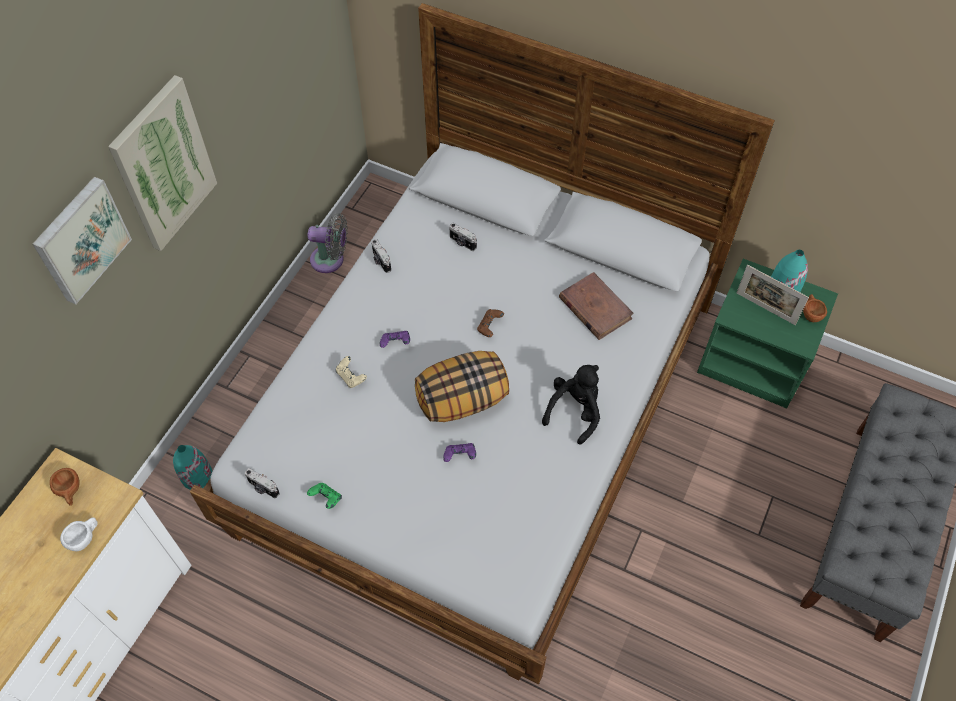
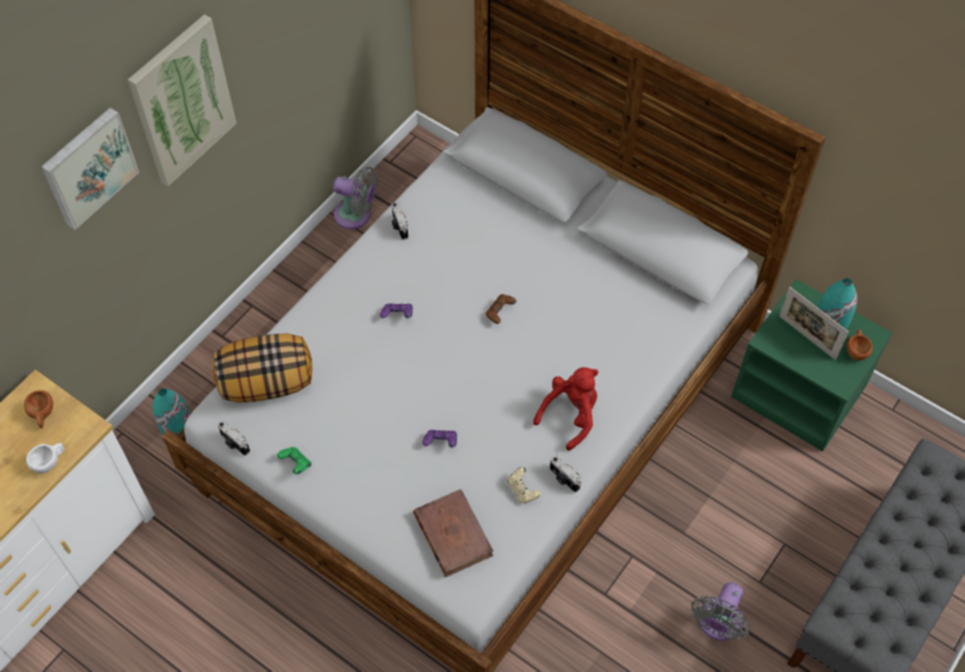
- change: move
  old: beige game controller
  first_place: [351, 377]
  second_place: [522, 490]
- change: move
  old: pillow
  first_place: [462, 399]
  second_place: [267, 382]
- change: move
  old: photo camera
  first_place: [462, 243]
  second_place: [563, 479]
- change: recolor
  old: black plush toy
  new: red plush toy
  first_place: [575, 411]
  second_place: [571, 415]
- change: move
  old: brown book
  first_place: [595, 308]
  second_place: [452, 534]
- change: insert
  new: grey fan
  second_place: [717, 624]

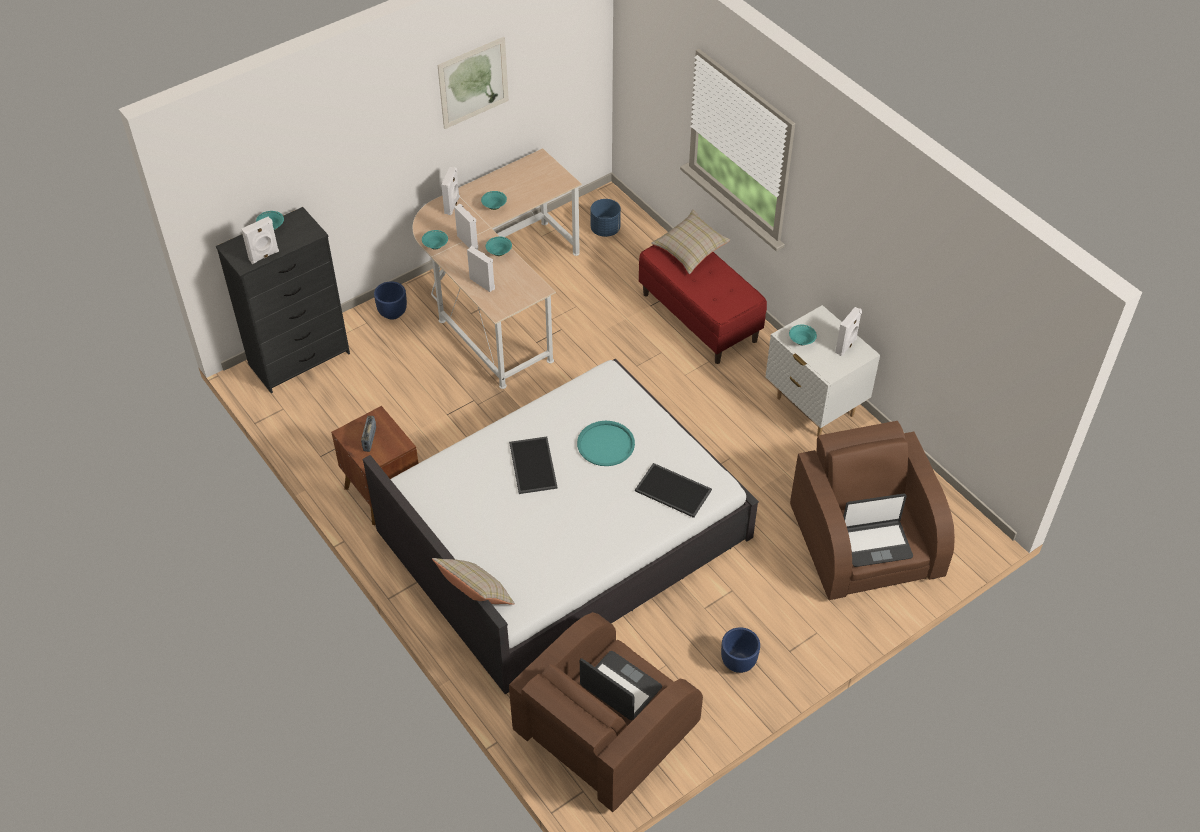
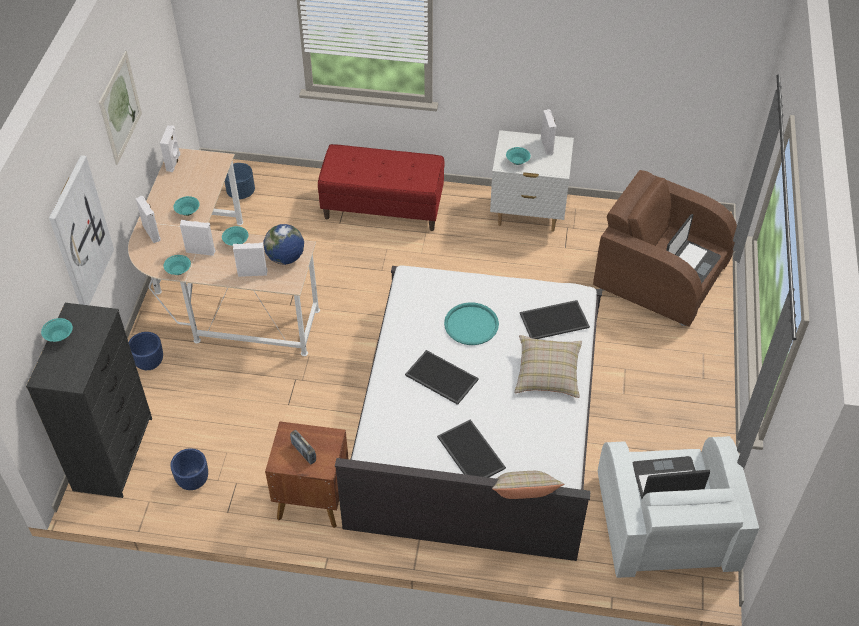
- change: move
  old: white speaker
  first_place: [264, 256]
  second_place: [174, 162]
- change: recolor
  old: brown armchair
  new: white armchair
  first_place: [605, 730]
  second_place: [665, 525]
- change: move
  old: beige pillow
  first_place: [690, 250]
  second_place: [547, 374]
- change: move
  old: blue planter
  first_place: [739, 663]
  second_place: [194, 481]
- change: insert
  new: picture
  second_place: [80, 234]
- change: insert
  new: globe
  second_place: [285, 258]
- change: insert
  new: tray
  second_place: [469, 452]

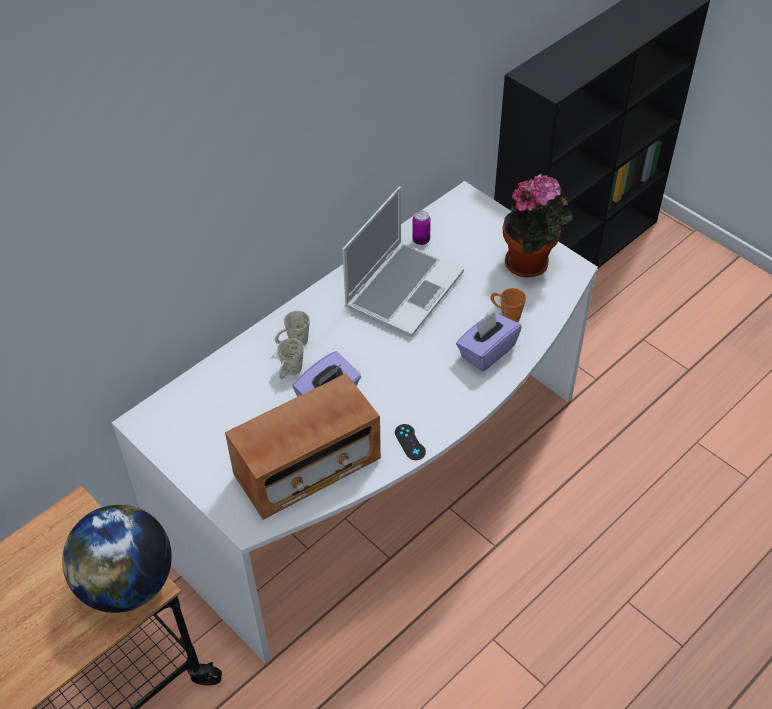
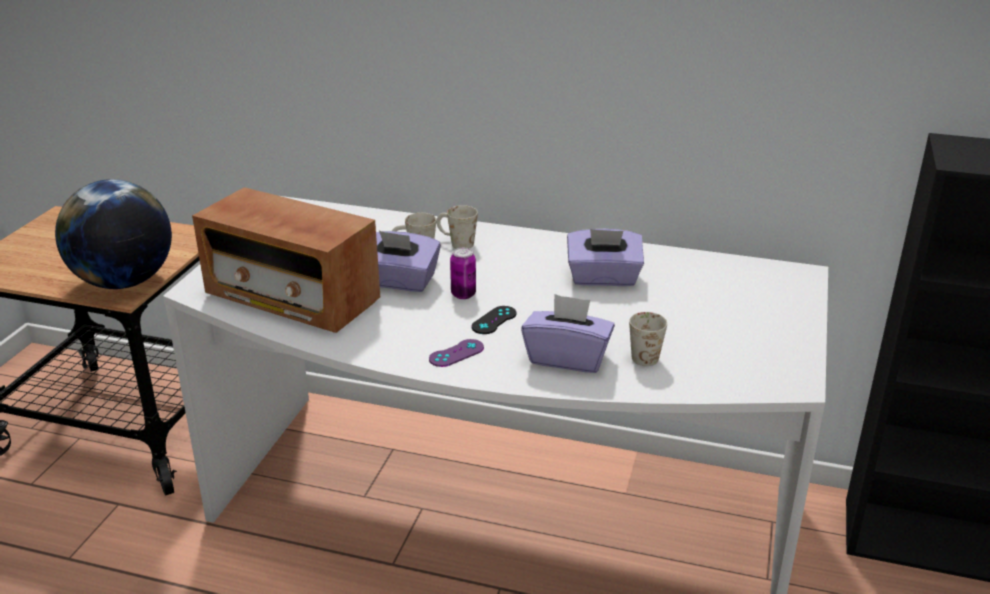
- change: replace
  old: laptop
  new: purple tissue box
  first_place: [403, 289]
  second_place: [603, 278]
- change: move
  old: black game controller
  first_place: [410, 442]
  second_place: [494, 320]
- change: move
  old: can
  first_place: [421, 240]
  second_place: [463, 294]
- change: recolor
  old: orange mug
  new: white mug
  first_place: [505, 315]
  second_place: [644, 354]
- change: delete
  old: potted plant
  first_place: [530, 264]
- change: insert
  new: purple game controller
  second_place: [456, 353]

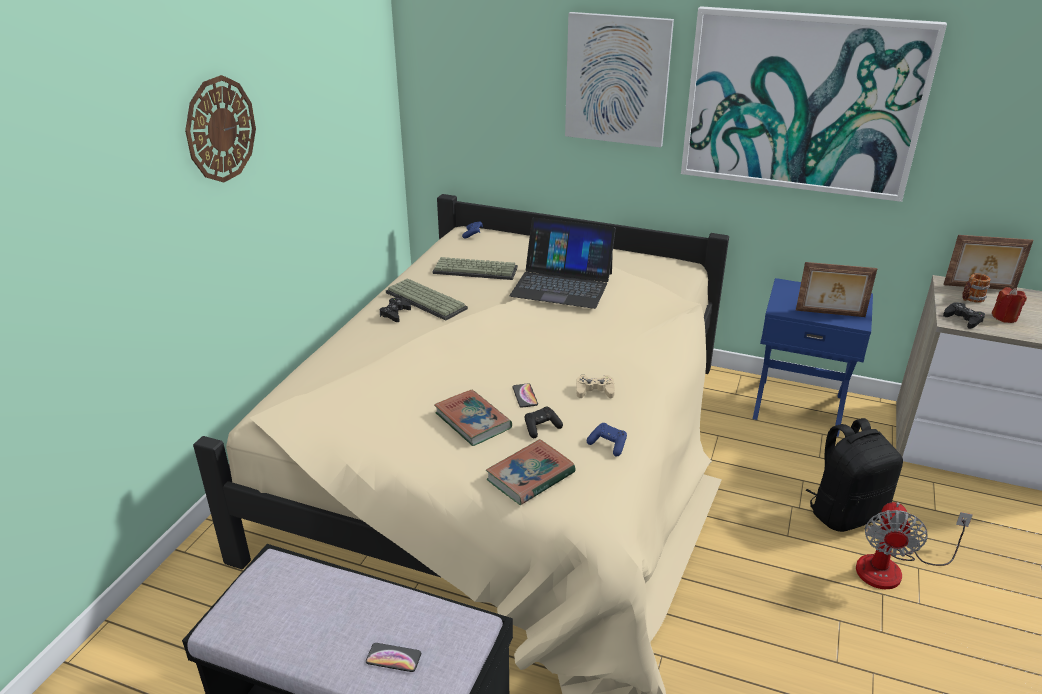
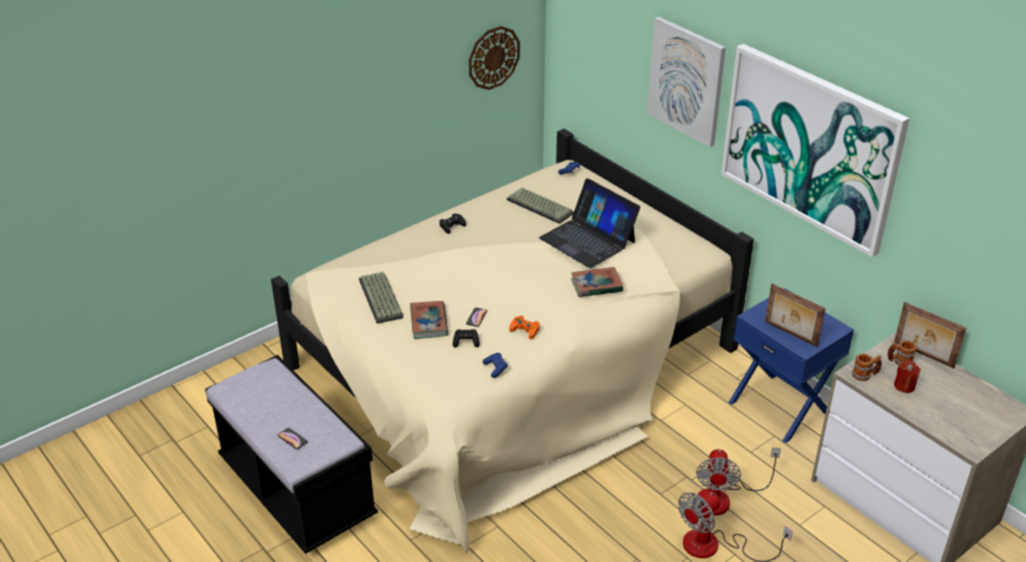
- change: move
  old: wall clock
  first_place: [220, 129]
  second_place: [493, 57]
- change: move
  old: keyboard
  first_place: [427, 300]
  second_place: [382, 298]
- change: move
  old: book
  first_place: [530, 476]
  second_place: [596, 285]
- change: recolor
  old: beige game controller
  new: orange game controller
  first_place: [594, 391]
  second_place: [525, 330]
- change: replace
  old: black backpack
  new: fan
  first_place: [845, 513]
  second_place: [723, 497]
- change: replace
  old: black game controller
  new: mug
  first_place: [963, 319]
  second_place: [865, 375]

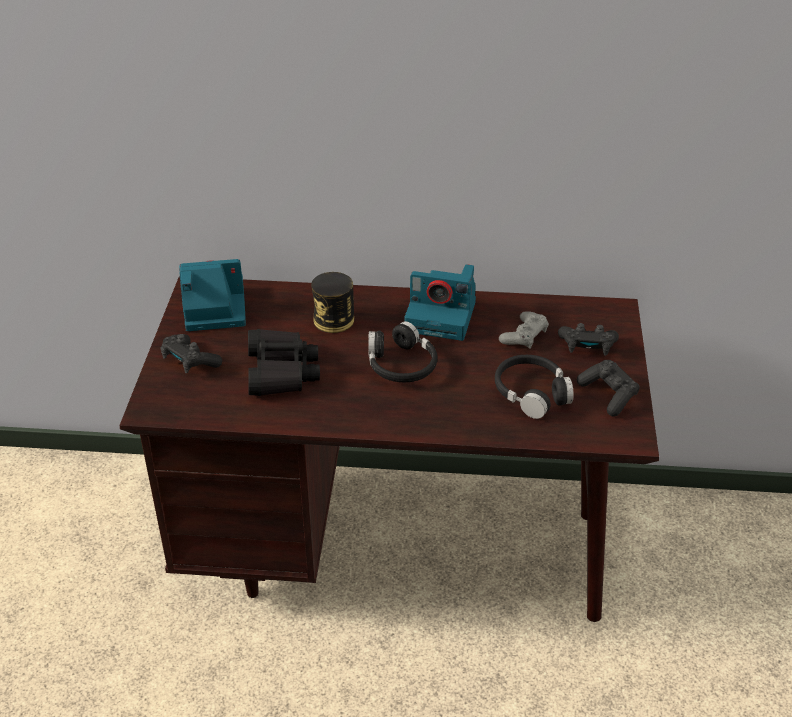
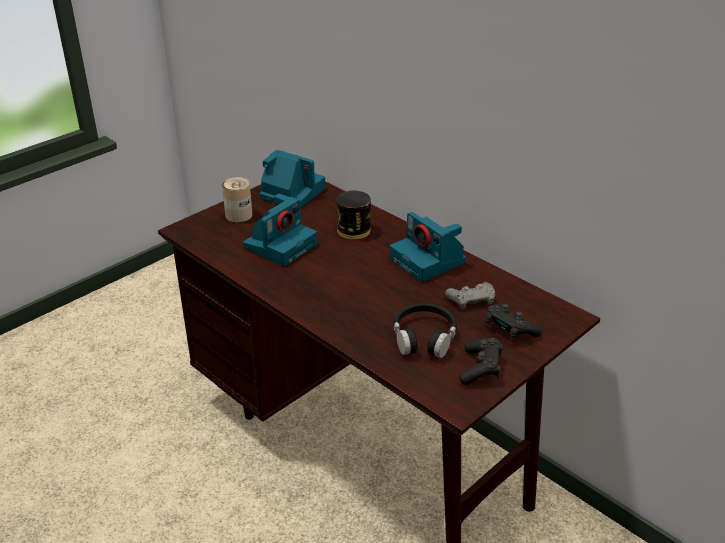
- change: replace
  old: black game controller
  new: can
  first_place: [190, 362]
  second_place: [238, 215]
- change: replace
  old: black binoculars
  new: photo camera
  first_place: [281, 372]
  second_place: [281, 245]
- change: delete
  old: black headphones
  first_place: [401, 364]

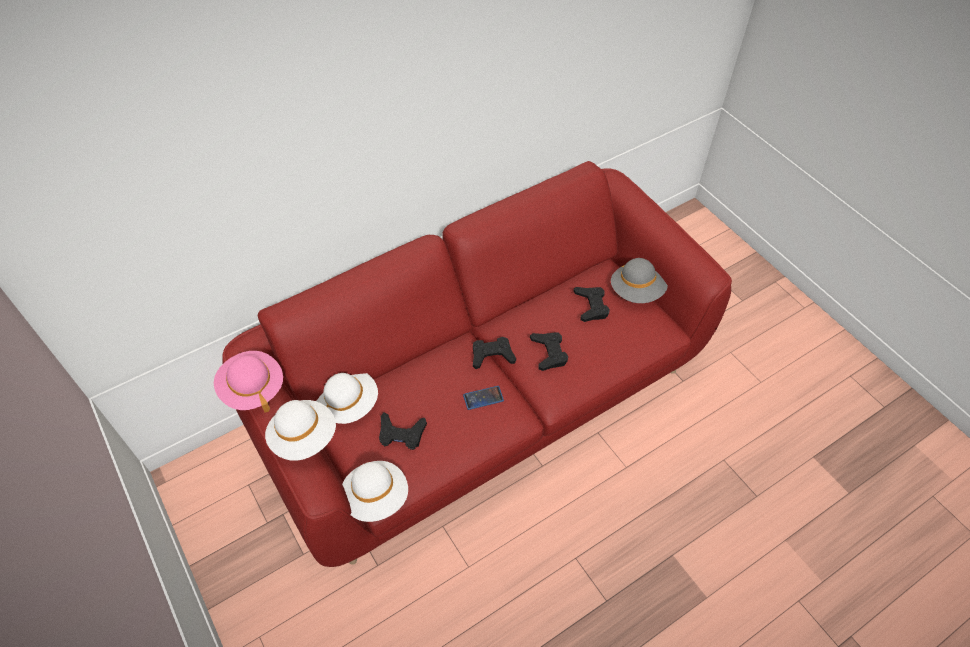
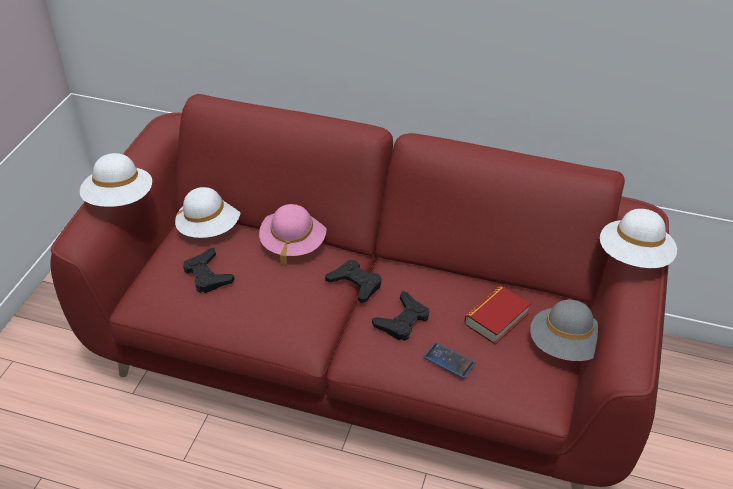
- change: move
  old: pink hat
  first_place: [252, 389]
  second_place: [293, 243]
- change: move
  old: white hat
  first_place: [376, 497]
  second_place: [634, 257]
- change: move
  old: phone
  first_place: [483, 398]
  second_place: [449, 360]
- change: replace
  old: black game controller
  new: book
  first_place: [591, 306]
  second_place: [496, 319]

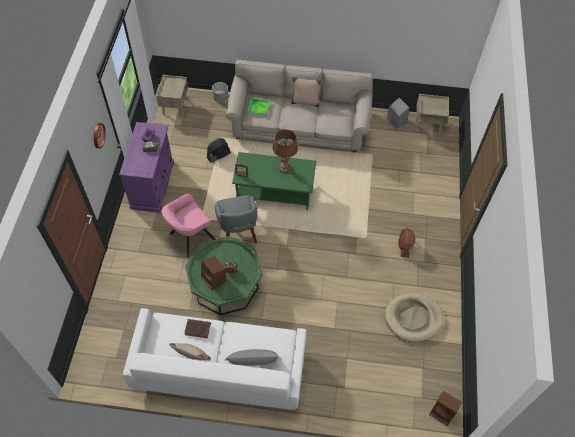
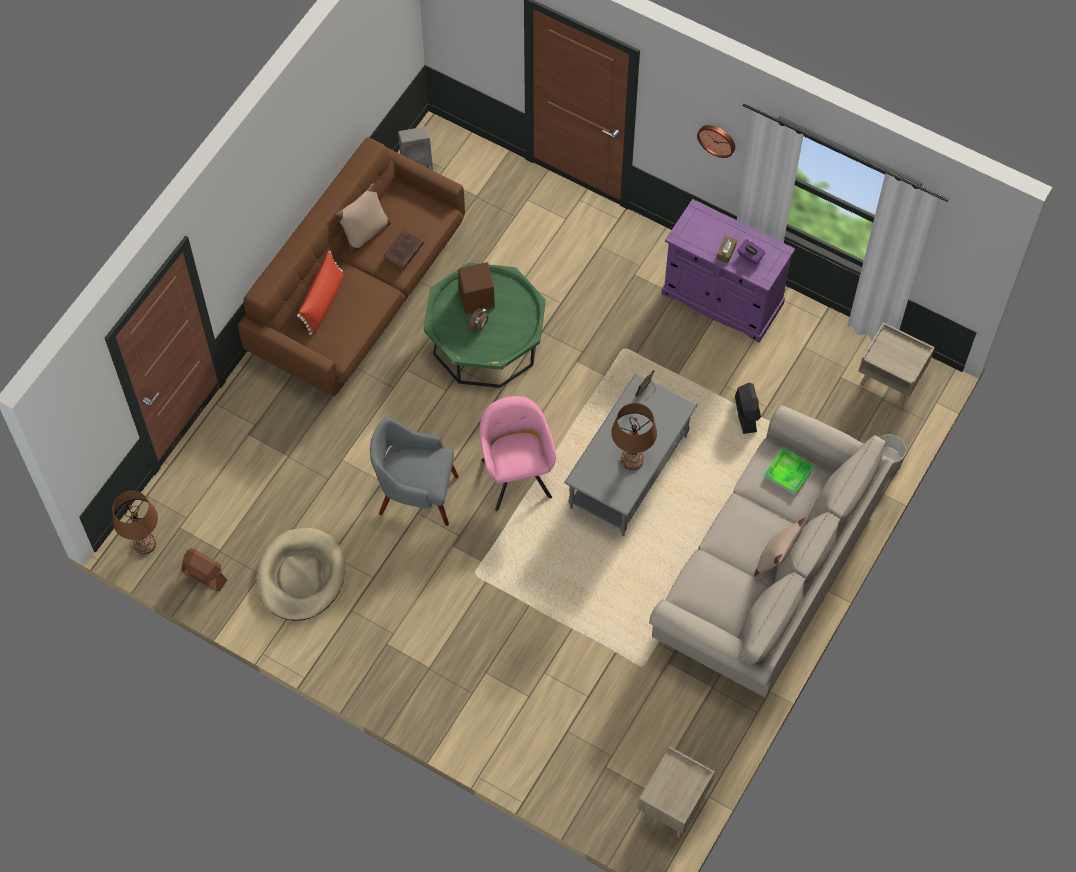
- change: recolor
  old: white sofa
  new: brown sofa
  first_place: [219, 367]
  second_place: [360, 292]
- change: move
  old: pink armchair
  first_place: [190, 238]
  second_place: [516, 474]
- change: move
  old: grey armchair
  first_place: [238, 231]
  second_place: [415, 494]
- change: recolor
  old: grey pillow
  new: red pillow
  first_place: [253, 361]
  second_place: [323, 301]
- change: recolor
  old: green coffee table
  new: grey coffee table
  first_place: [274, 192]
  second_place: [629, 473]
- change: move
  old: grey speaker
  first_place: [396, 121]
  second_place: [417, 161]
- change: move
  old: brown fan
  first_place: [404, 246]
  second_place: [204, 575]
- change: replace
  old: brown speaker
  new: brown table lamp
  first_place: [443, 412]
  second_place: [144, 544]

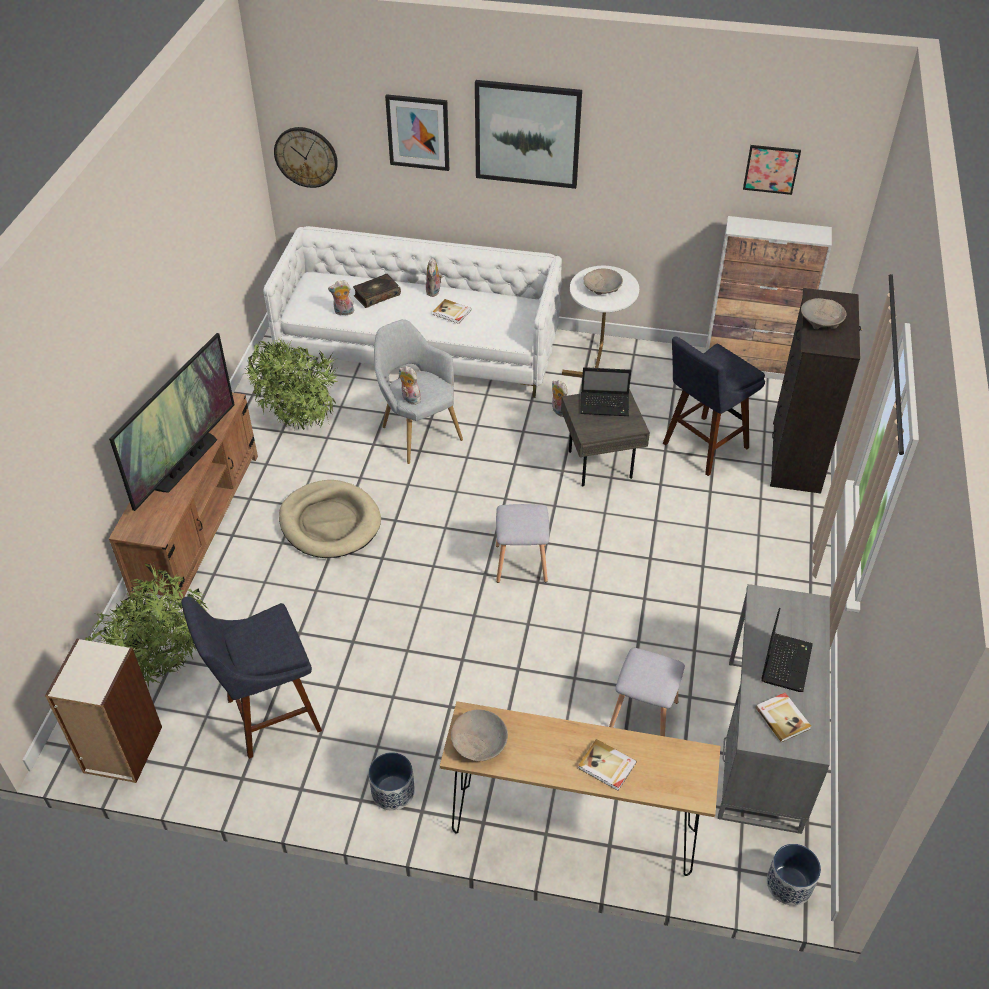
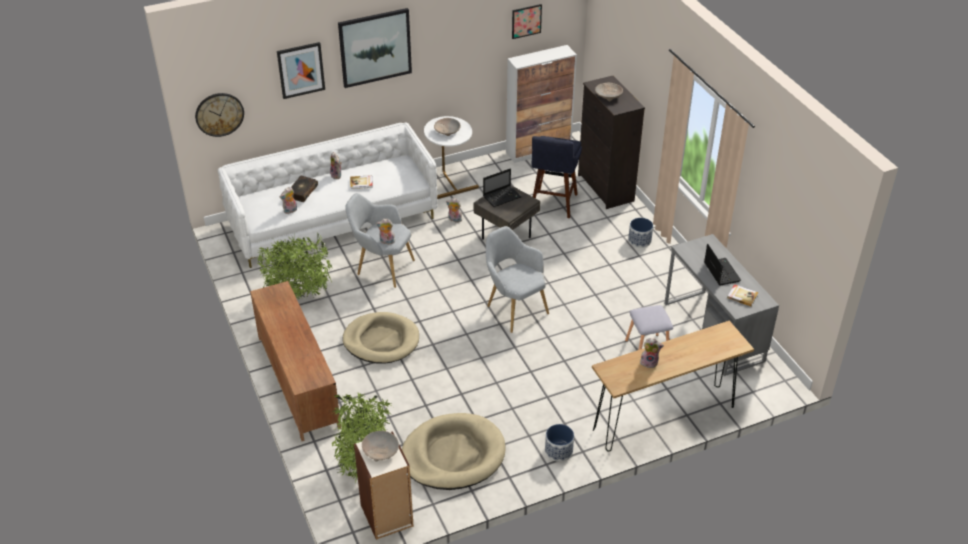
- change: delete
  old: television
  first_place: [186, 463]
- change: replace
  old: blue stool
  new: beige dog bed
  first_place: [267, 717]
  second_place: [453, 455]
- change: move
  old: beige bowl
  first_place: [479, 742]
  second_place: [380, 450]
- change: replace
  old: grey stool
  new: grey armchair
  first_place: [522, 562]
  second_place: [514, 308]
- change: delete
  old: book
  first_place: [607, 766]
- change: move
  old: planter
  first_place: [788, 884]
  second_place: [639, 241]
- change: insert
  new: plush toy
  second_place: [649, 362]

